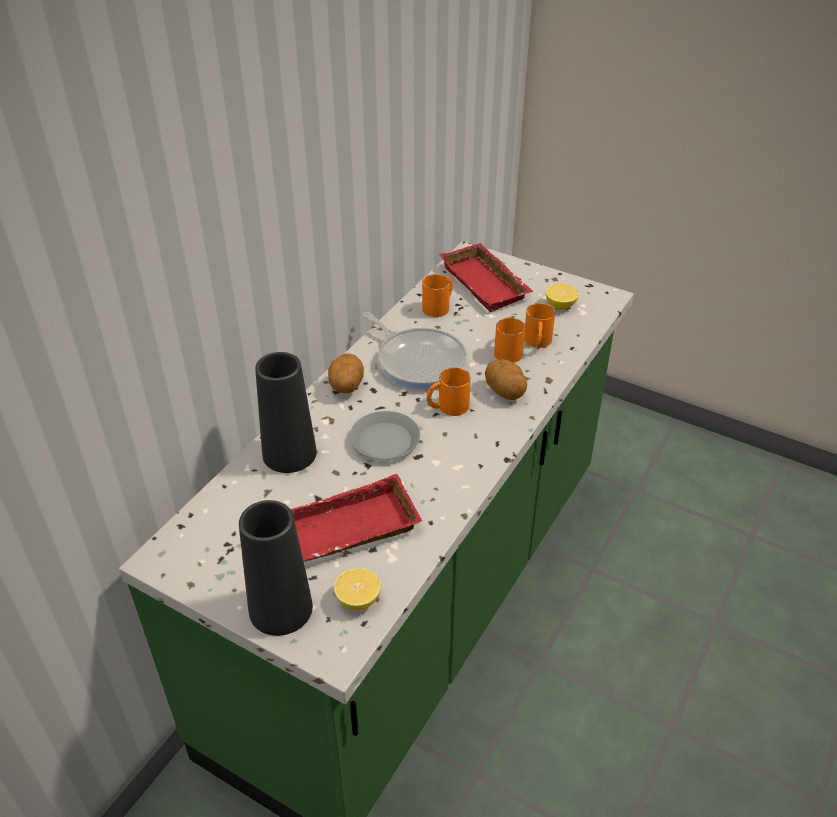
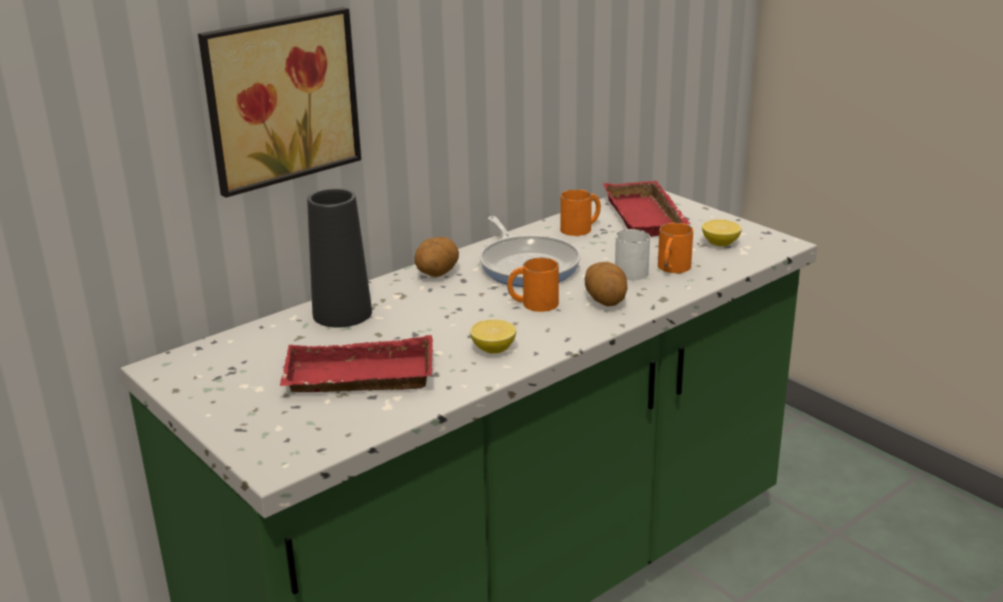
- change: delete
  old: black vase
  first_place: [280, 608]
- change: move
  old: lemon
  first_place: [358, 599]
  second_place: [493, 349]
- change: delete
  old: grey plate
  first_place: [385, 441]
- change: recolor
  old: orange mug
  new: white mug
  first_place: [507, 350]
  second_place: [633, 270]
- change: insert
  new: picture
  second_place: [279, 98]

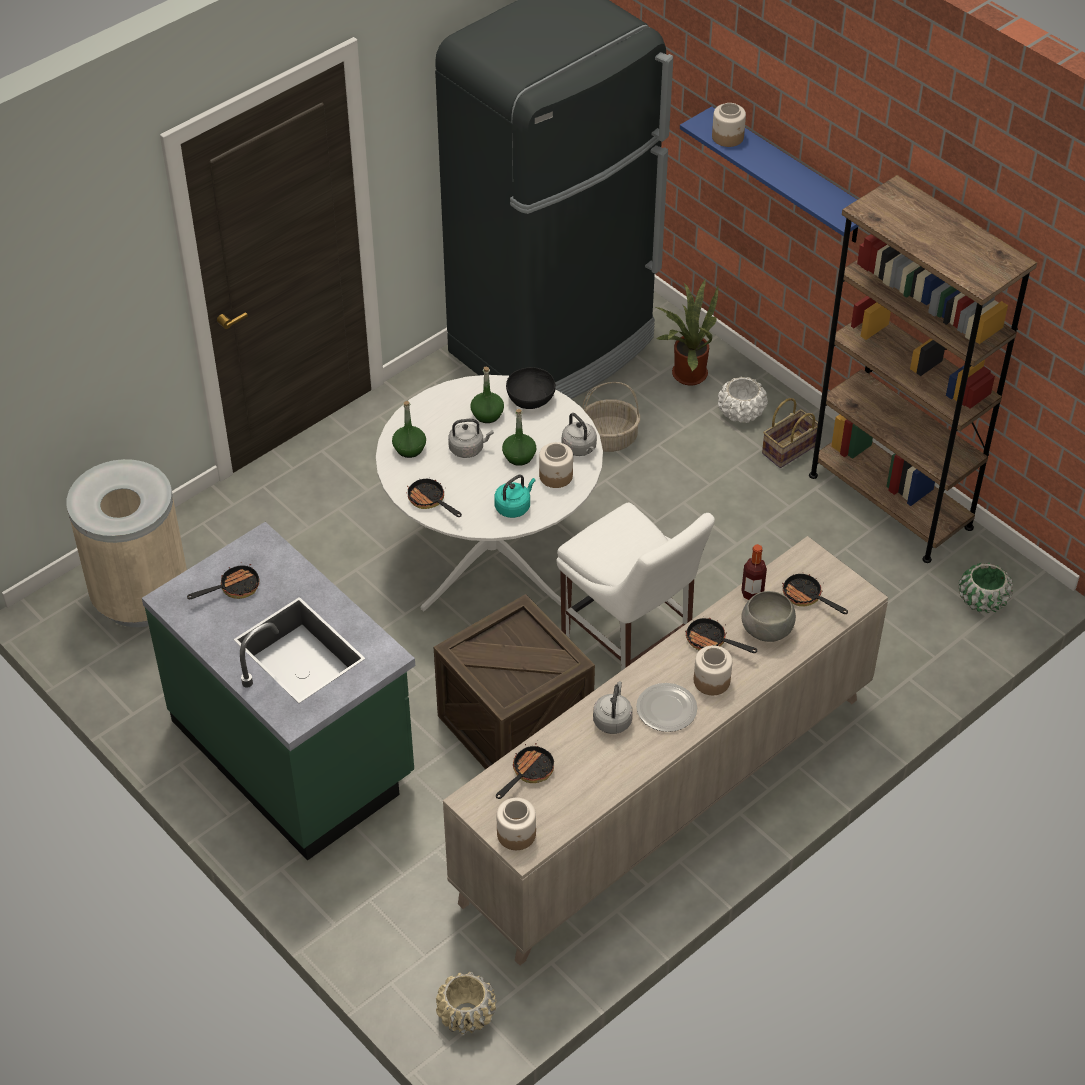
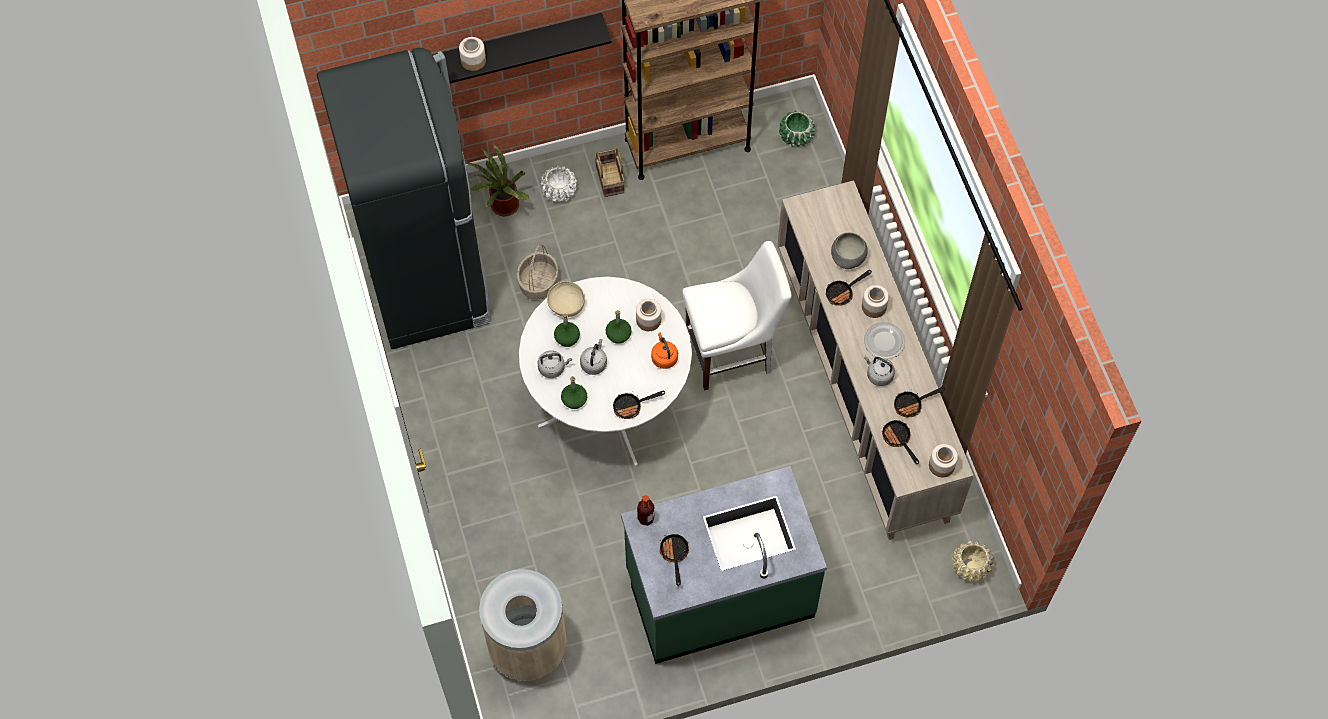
- change: delete
  old: crate
  first_place: [515, 724]
- change: recolor
  old: turquoise kettle
  new: orange kettle
  first_place: [514, 507]
  second_place: [664, 357]
- change: recolor
  old: black bowl
  new: beige bowl
  first_place: [530, 398]
  second_place: [566, 305]
- change: move
  old: grey kettle
  first_place: [580, 448]
  second_place: [553, 368]
- change: recolor
  old: blue shelf
  new: black shelf
  first_place: [789, 177]
  second_place: [518, 44]
- change: move
  old: bottle
  first_place: [752, 593]
  second_place: [646, 518]
- change: move
  old: frying pan
  first_place: [806, 597]
  second_place: [912, 404]

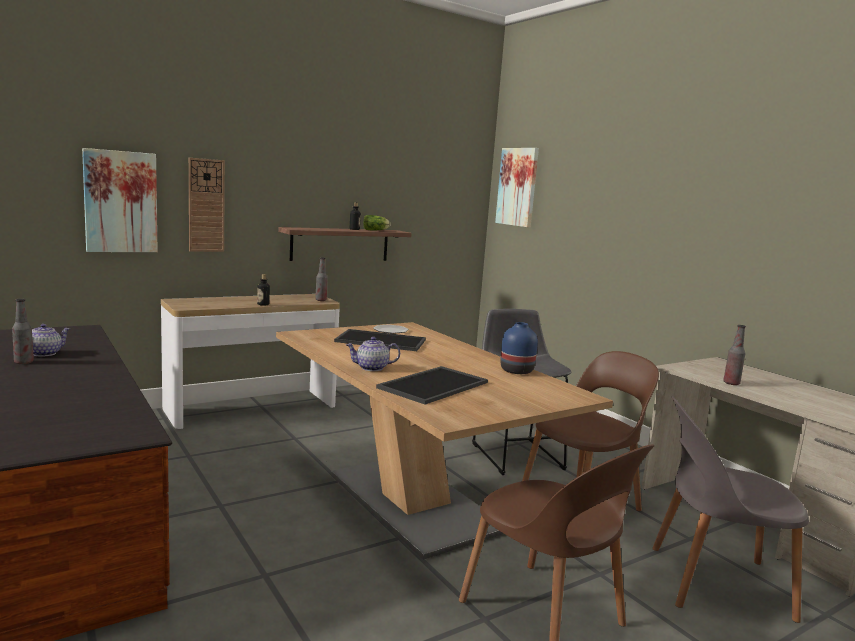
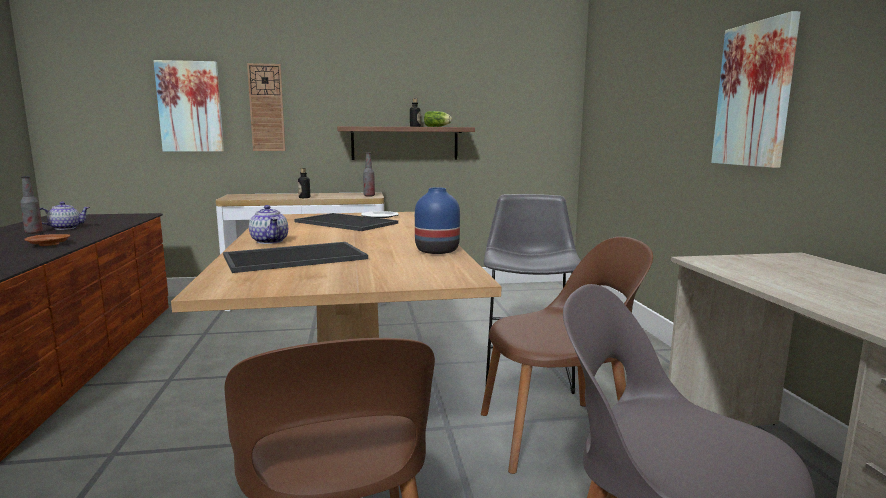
- change: rotate
  old: teapot
  first_place: [371, 368]
  second_place: [270, 241]
  degrees: -135
- change: move
  old: picture
  first_place: [517, 187]
  second_place: [755, 95]
- change: delete
  old: bottle
  first_place: [731, 383]
- change: insert
  new: brown plate
  second_place: [49, 245]

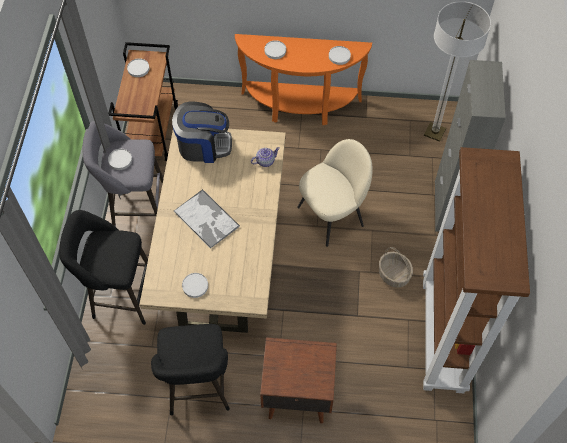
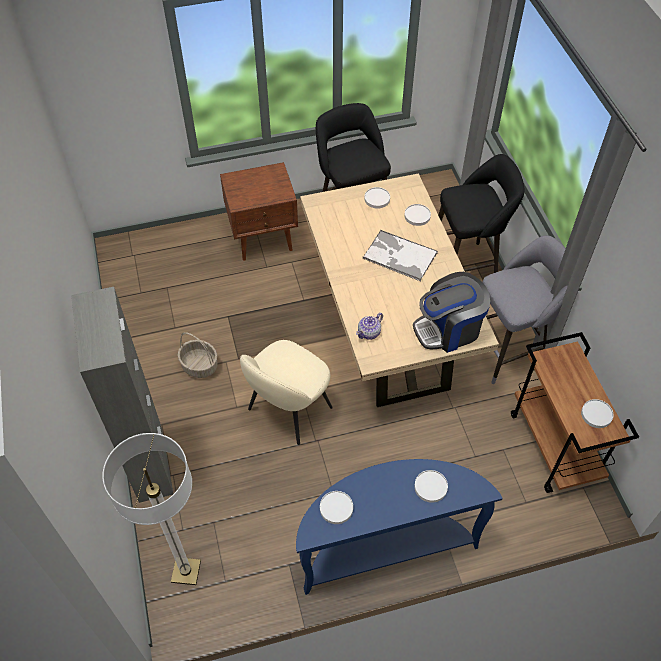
- change: move
  old: white plate
  first_place: [120, 160]
  second_place: [417, 216]
- change: recolor
  old: orange console table
  new: blue console table
  first_place: [300, 108]
  second_place: [385, 548]
- change: delete
  old: brown bookcase
  first_place: [444, 336]

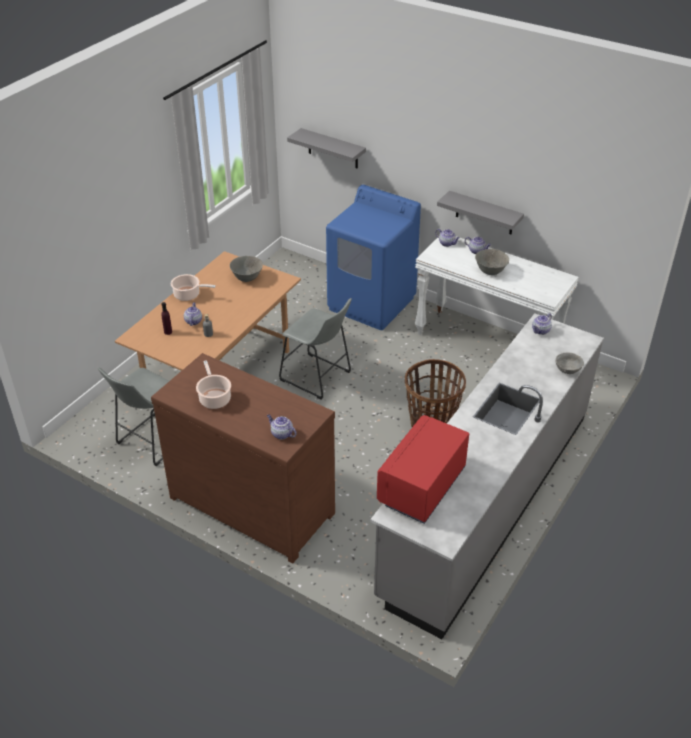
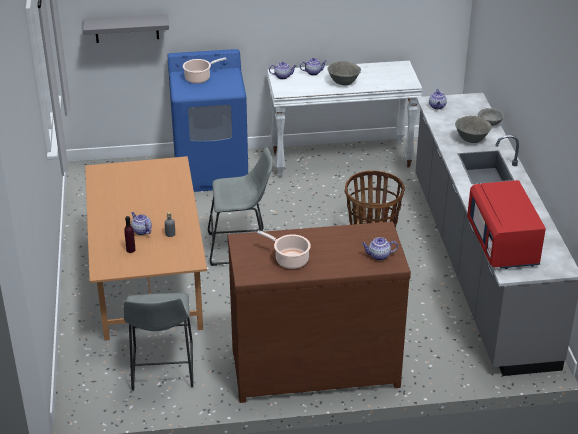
- change: move
  old: cooking pot
  first_place: [188, 295]
  second_place: [199, 78]
- change: move
  old: grey bowl
  first_place: [247, 278]
  second_place: [471, 139]
- change: delete
  old: grey shelf
  first_place: [484, 213]

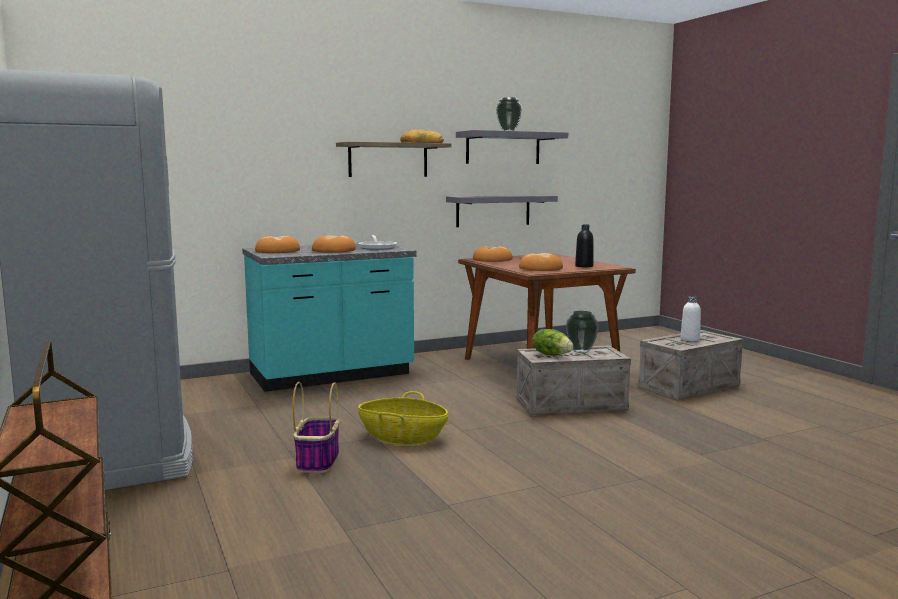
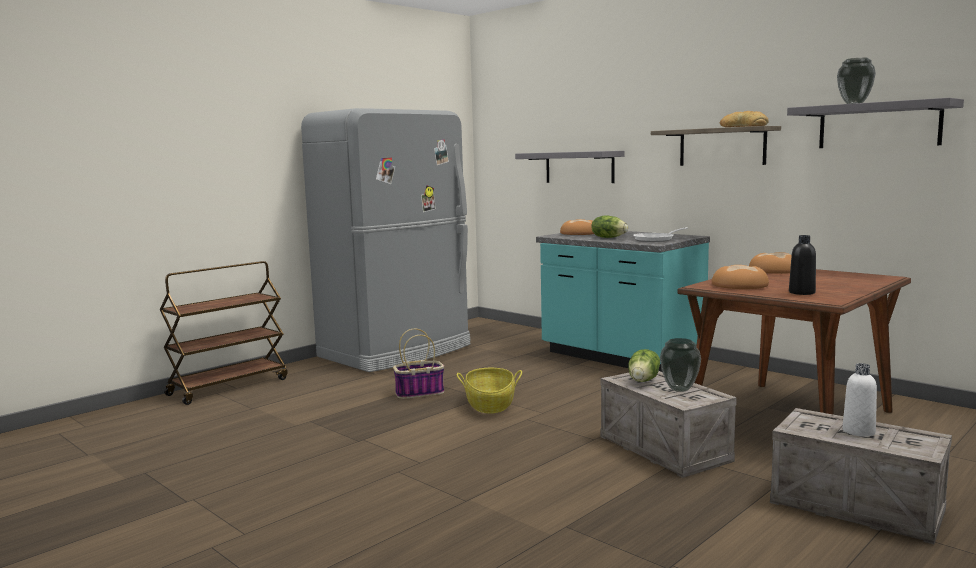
- change: replace
  old: bread
  new: lettuce
  first_place: [333, 250]
  second_place: [608, 237]
- change: move
  old: grey shelf
  first_place: [493, 210]
  second_place: [579, 167]

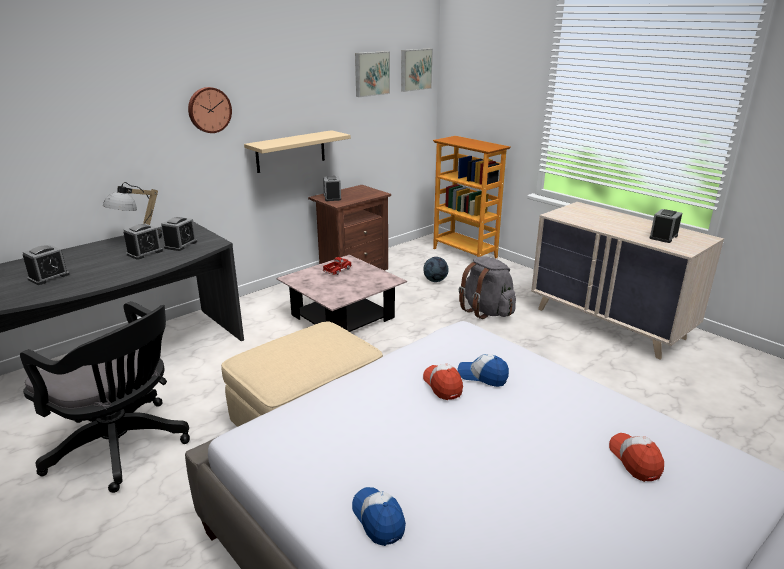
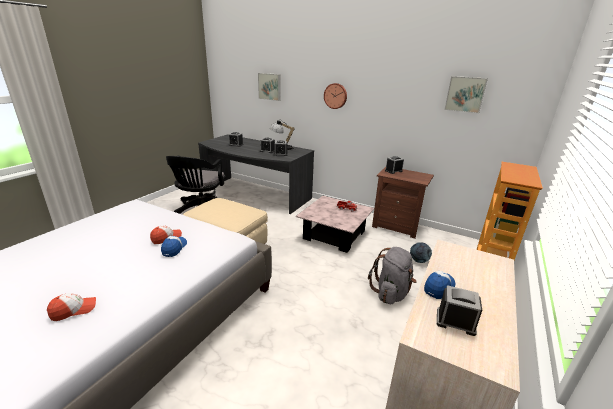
- change: delete
  old: beige shelf
  first_place: [291, 151]
- change: move
  old: cap
  first_place: [378, 519]
  second_place: [439, 287]
- change: move
  old: picture
  first_place: [415, 69]
  second_place: [270, 86]

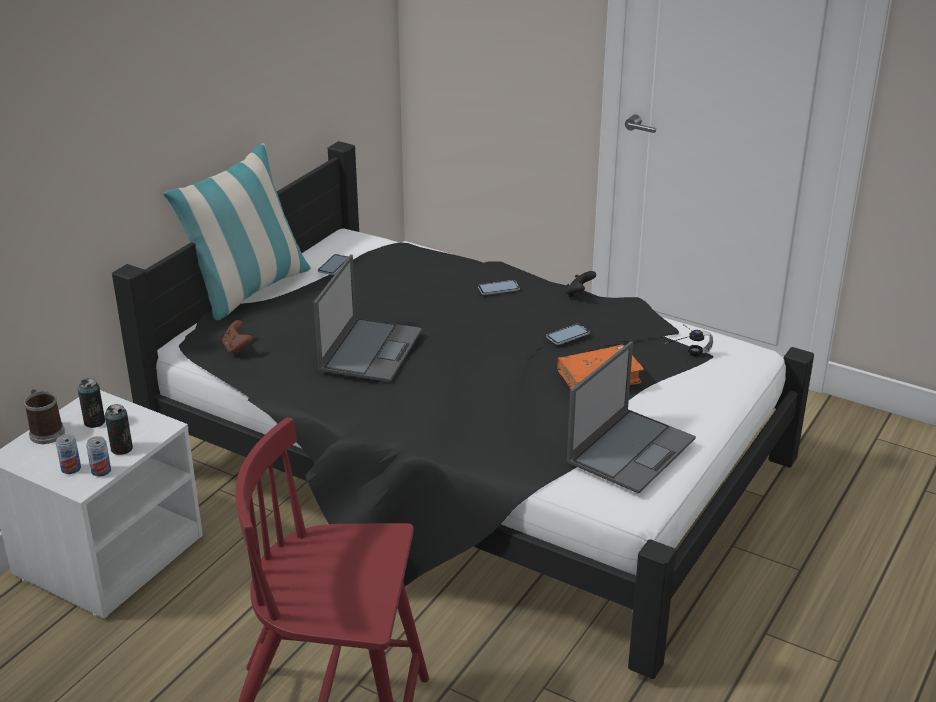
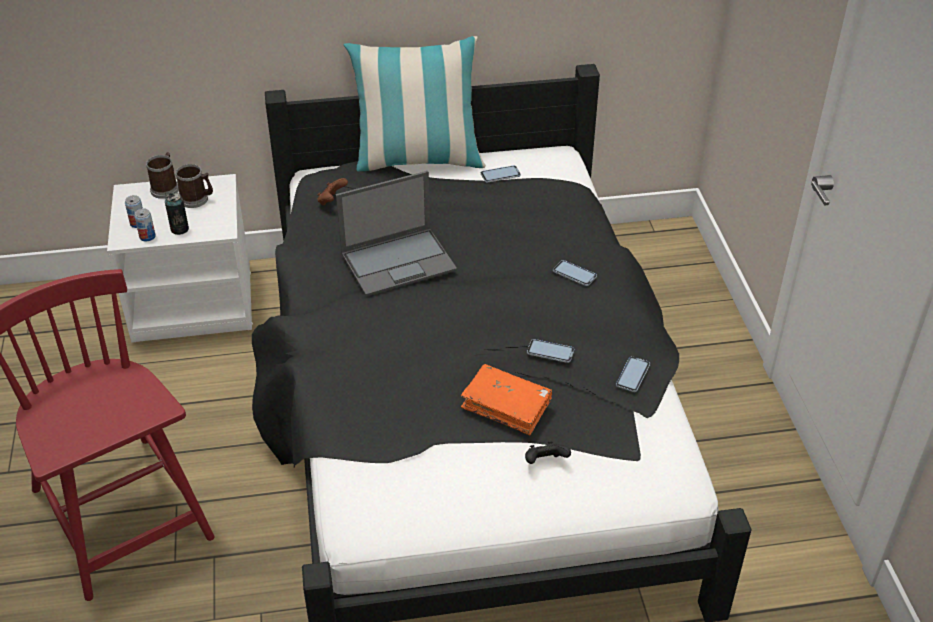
- change: replace
  old: can
  new: mug
  first_place: [94, 422]
  second_place: [197, 199]
- change: move
  old: black game controller
  first_place: [579, 294]
  second_place: [545, 462]
- change: delete
  old: laptop
  first_place: [631, 449]
- change: delete
  old: headphones
  first_place: [683, 353]
- change: insert
  new: phone
  second_place: [632, 375]

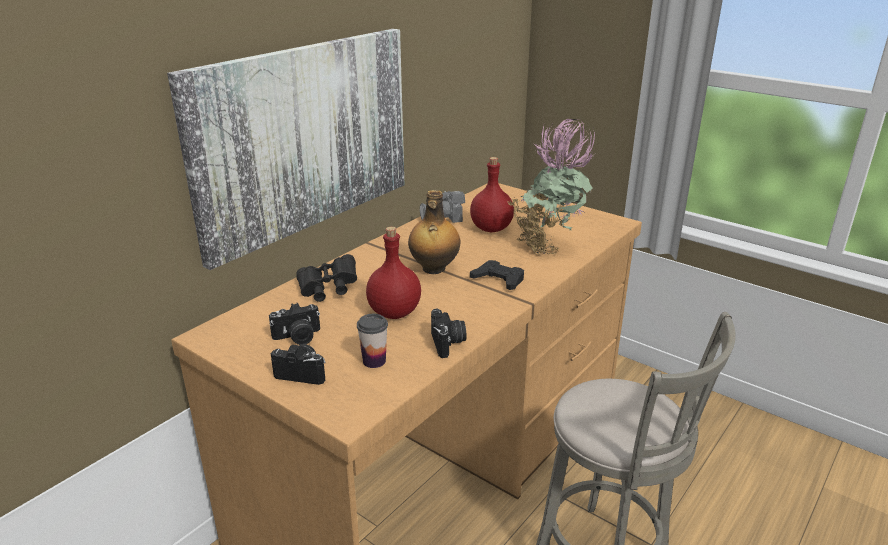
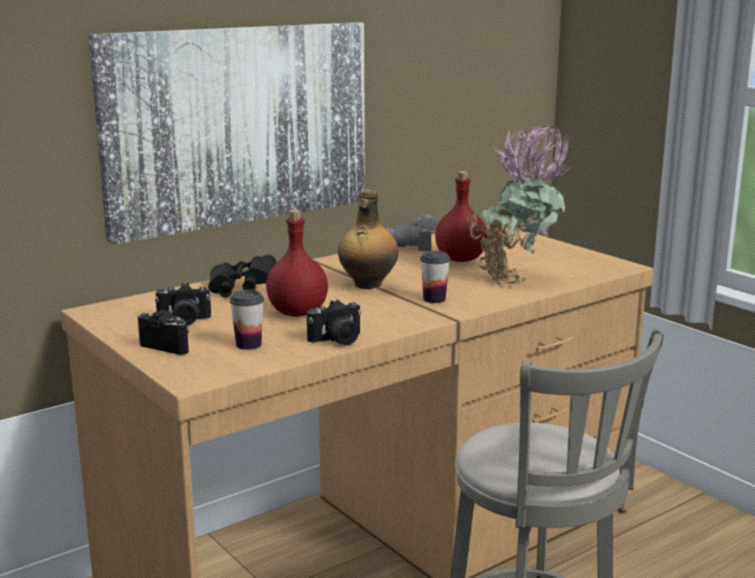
- change: rotate
  old: photo camera
  first_place: [448, 343]
  second_place: [337, 340]
  degrees: 60
- change: replace
  old: black game controller
  new: cup
  first_place: [498, 280]
  second_place: [434, 299]

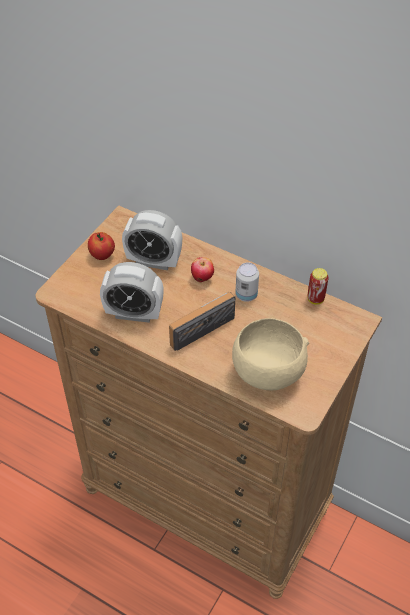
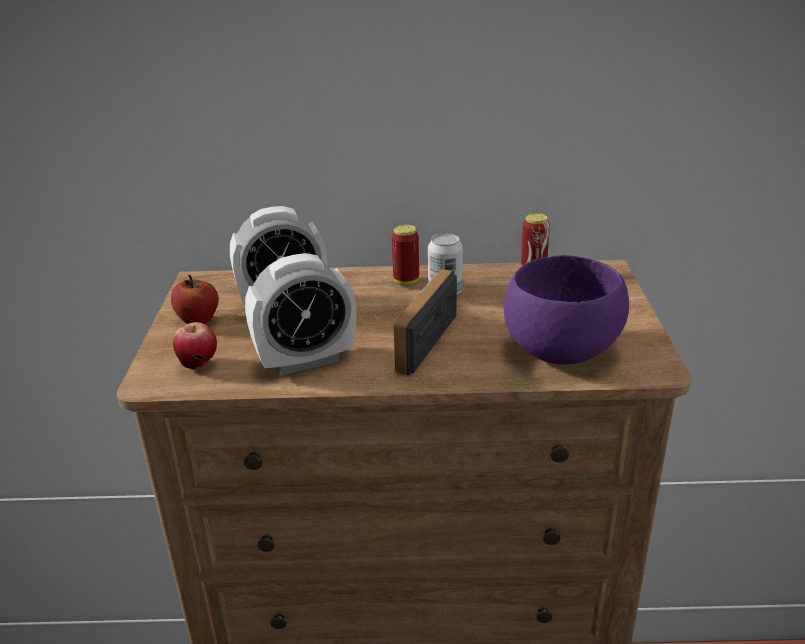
- change: move
  old: apple
  first_place: [202, 278]
  second_place: [199, 364]
- change: recolor
  old: beige bowl
  new: purple bowl
  first_place: [266, 373]
  second_place: [559, 351]
- change: insert
  new: can
  second_place: [406, 281]

